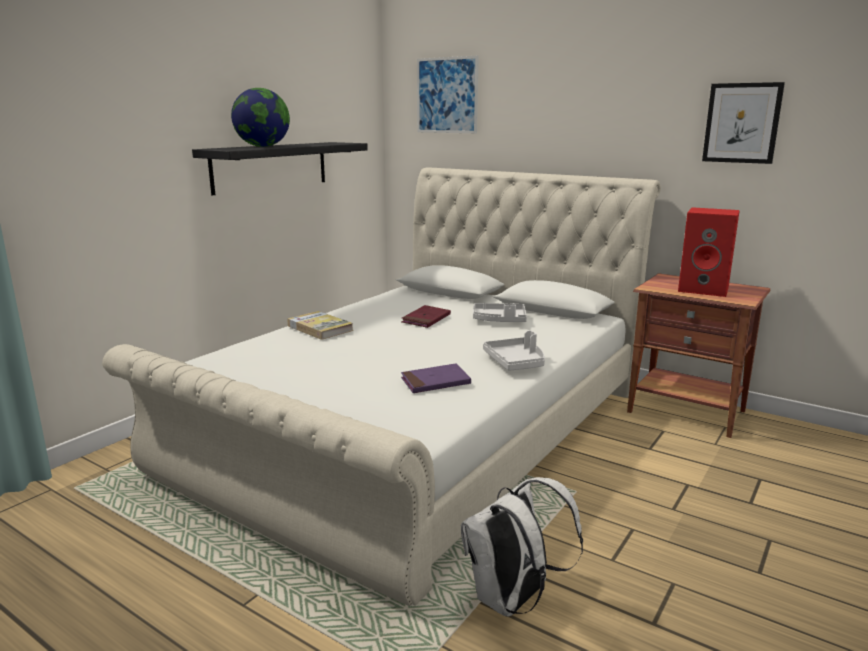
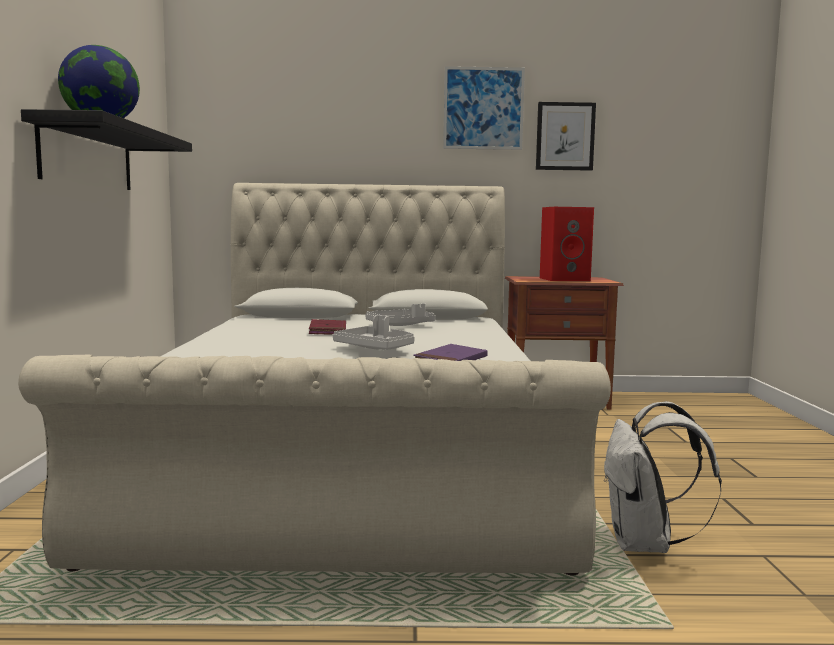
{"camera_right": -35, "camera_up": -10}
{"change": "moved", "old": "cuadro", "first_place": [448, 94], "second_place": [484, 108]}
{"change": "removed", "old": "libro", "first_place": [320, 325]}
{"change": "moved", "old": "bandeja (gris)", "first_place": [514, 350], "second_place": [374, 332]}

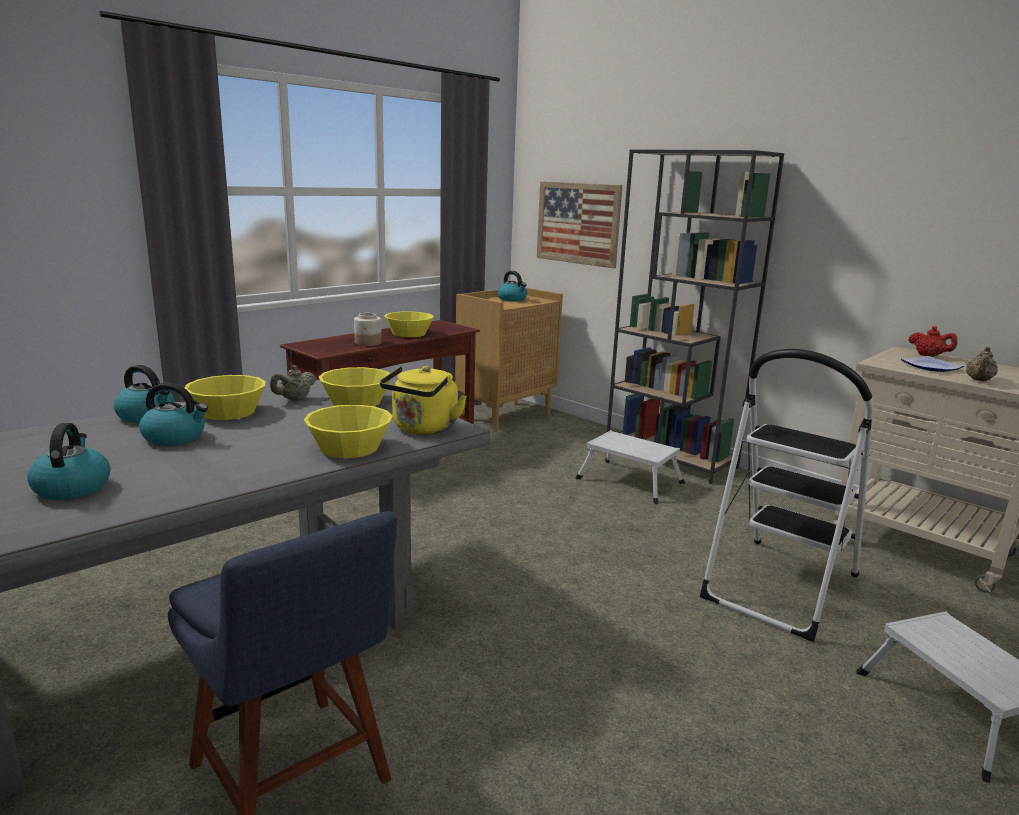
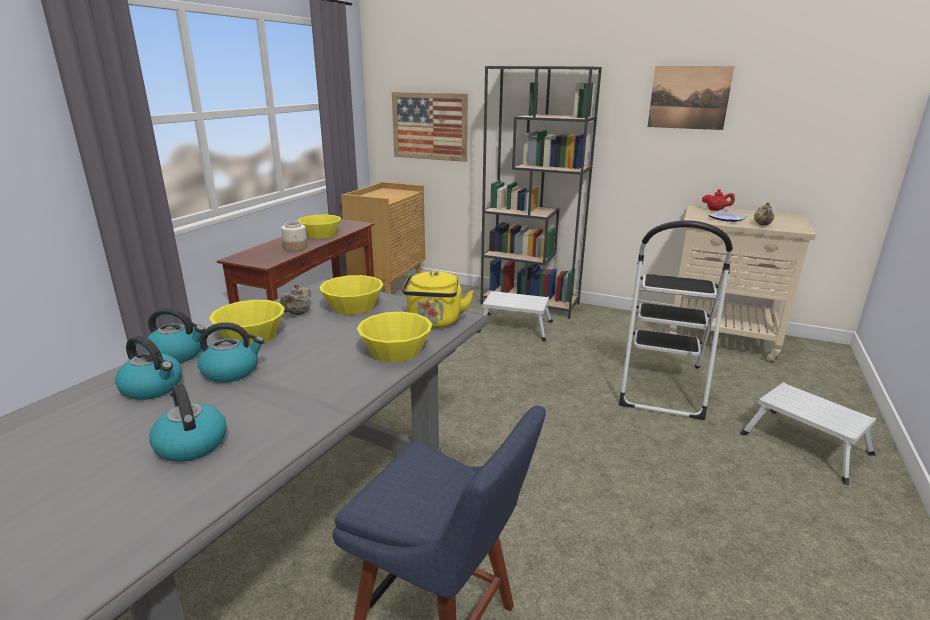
{"camera_right": -20, "camera_up": 5}
{"change": "moved", "old": "hervidor", "first_place": [512, 286], "second_place": [148, 368]}
{"change": "added", "new": "cuadro", "second_place": [691, 98]}

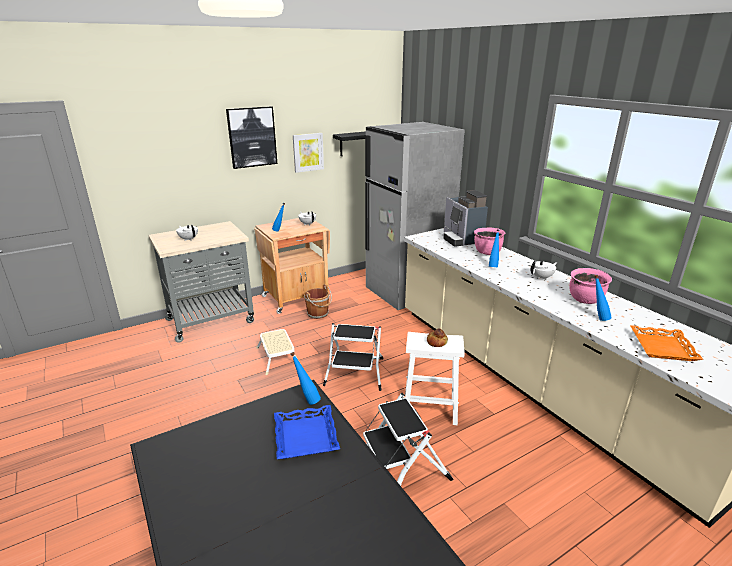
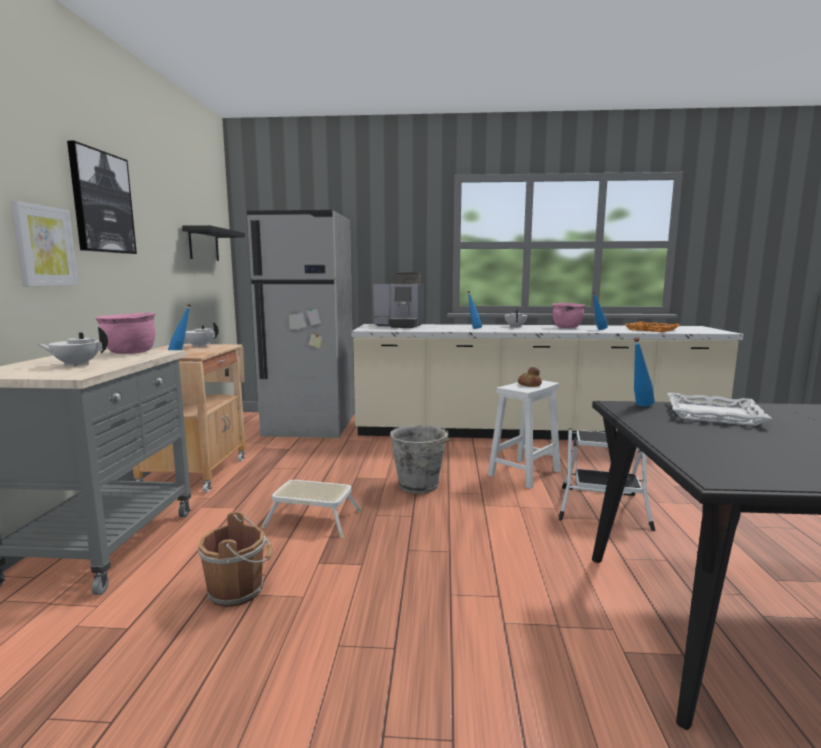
{"camera_right": -55, "camera_up": -15}
{"change": "moved", "old": "cuadro", "first_place": [308, 153], "second_place": [45, 243]}
{"change": "moved", "old": "olla (rosa)", "first_place": [489, 241], "second_place": [125, 333]}
{"change": "moved", "old": "cubo (marrón)", "first_place": [318, 301], "second_place": [235, 559]}
{"change": "replaced", "old": "escalera de tijera", "new": "cubo (gris)", "first_place": [353, 357], "second_place": [420, 459]}
{"change": "recoloured", "old": "bandeja (azul)", "new": "bandeja (blanco)", "first_place": [307, 432], "second_place": [719, 409]}

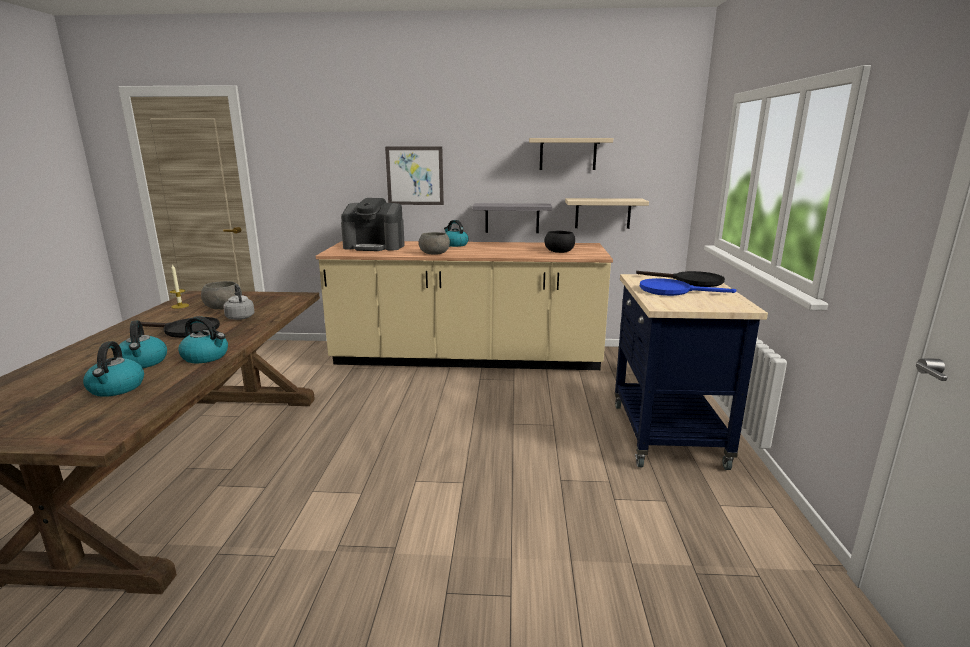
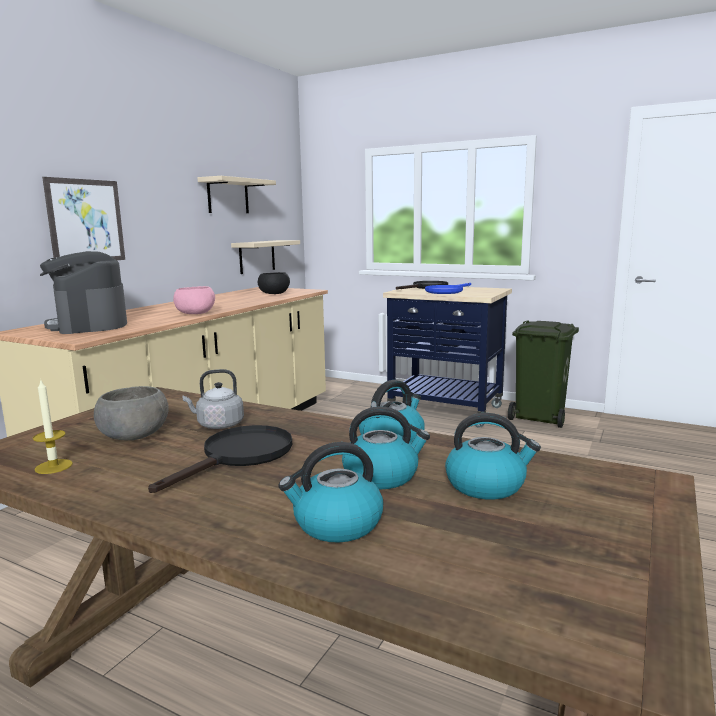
{"camera_right": -65, "camera_up": -5}
{"change": "turned", "old": "cafetera", "first_place": [373, 224], "second_place": [83, 292], "degrees": 120}
{"change": "removed", "old": "estante (gris)", "first_place": [512, 218]}
{"change": "moved", "old": "hervidor", "first_place": [456, 233], "second_place": [330, 492]}
{"change": "recoloured", "old": "cuenco (gris)", "new": "cuenco (rosa)", "first_place": [434, 243], "second_place": [194, 300]}
{"change": "added", "new": "papelera (verde)", "second_place": [543, 374]}

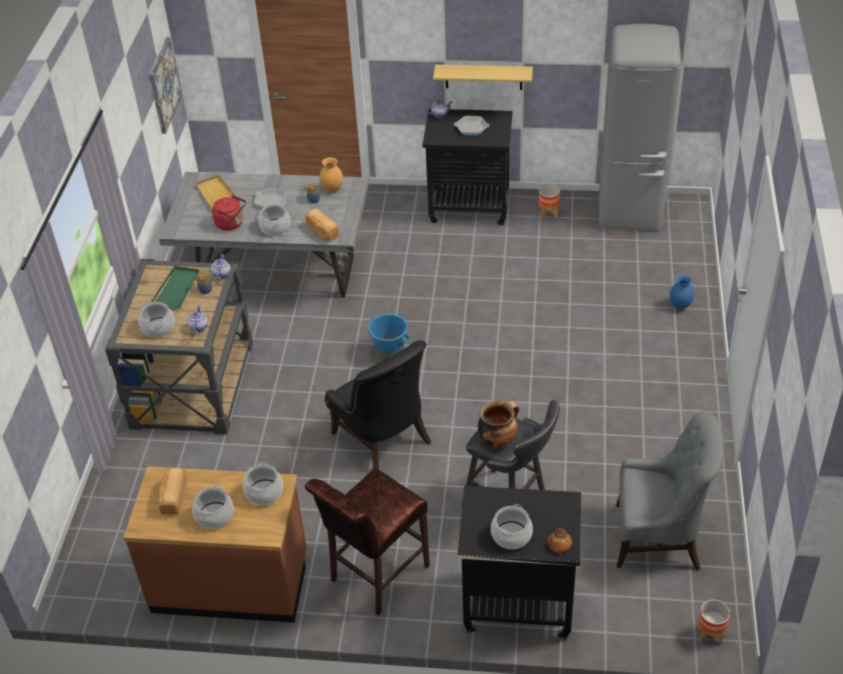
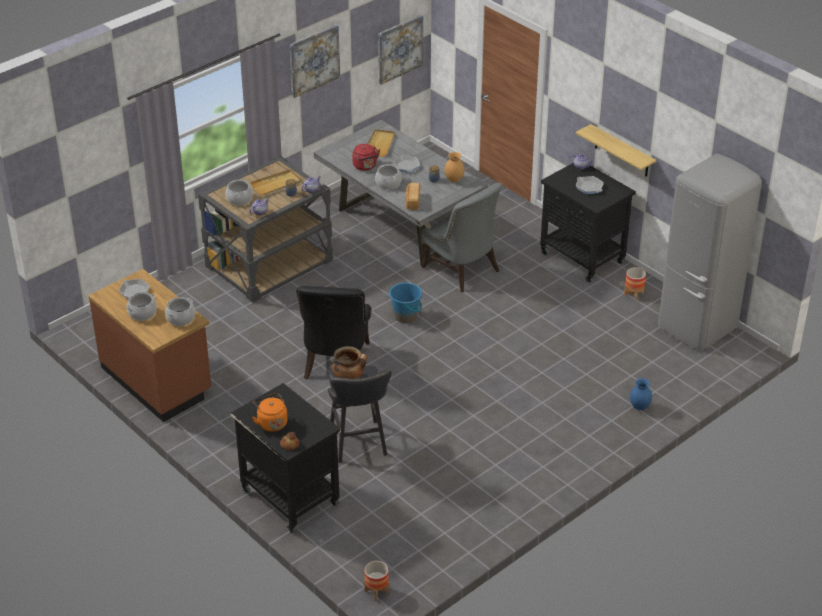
{"camera_right": 40, "camera_up": -5}
{"change": "recoloured", "old": "bandeja (verde)", "new": "bandeja (beis)", "first_place": [175, 288], "second_place": [275, 182]}
{"change": "moved", "old": "silla (gris)", "first_place": [670, 491], "second_place": [462, 237]}
{"change": "replaced", "old": "pan", "new": "sartén", "first_place": [172, 491], "second_place": [134, 289]}
{"change": "removed", "old": "taburete (marrón)", "first_place": [367, 541]}
{"change": "replaced", "old": "olla", "new": "hervidor (naranja)", "first_place": [512, 526], "second_place": [270, 412]}
{"change": "added", "new": "cuadro", "second_place": [314, 61]}

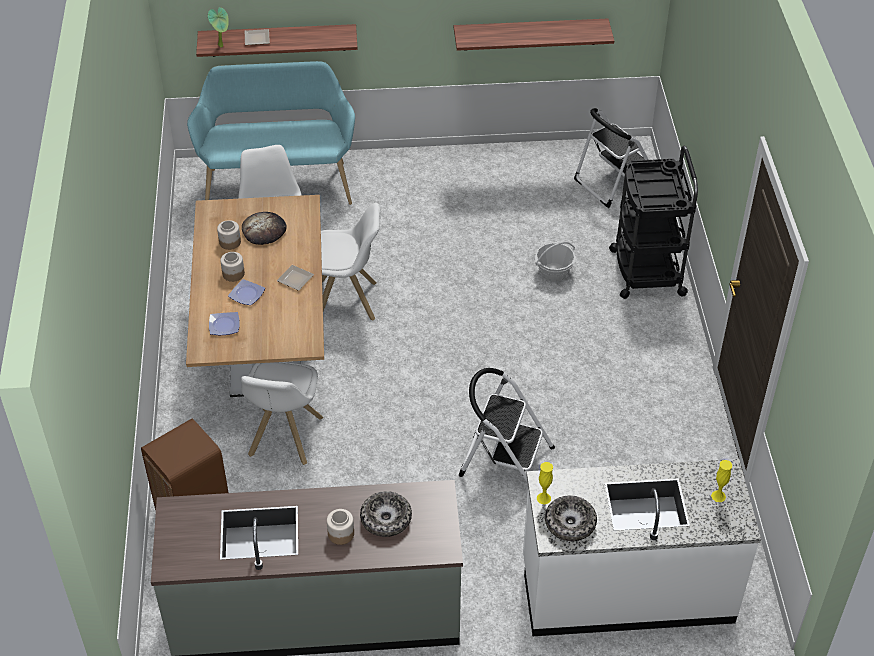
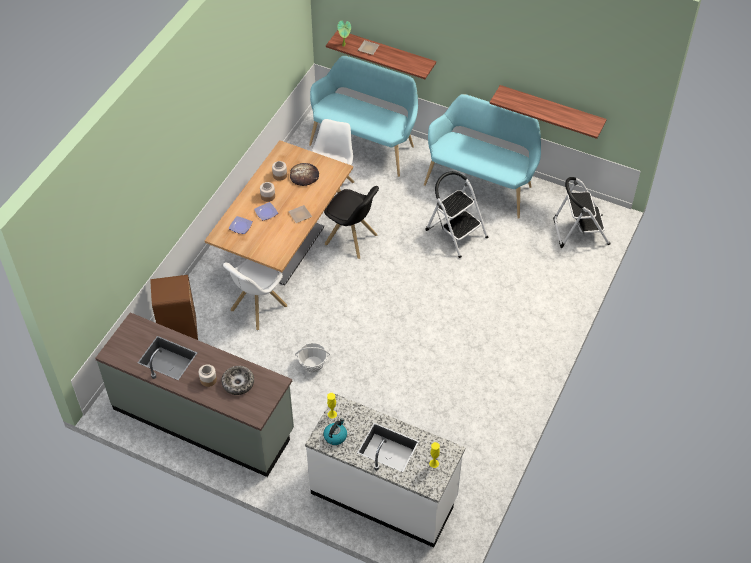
{"camera_right": 30, "camera_up": 5}
{"change": "removed", "old": "carrito (negro)", "first_place": [653, 222]}
{"change": "recoloured", "old": "silla (blanco)", "new": "silla (negro)", "first_place": [350, 262], "second_place": [351, 222]}
{"change": "moved", "old": "cesta", "first_place": [555, 262], "second_place": [312, 357]}
{"change": "moved", "old": "escalera de tijera", "first_place": [507, 426], "second_place": [457, 214]}
{"change": "replaced", "old": "cuenco", "new": "hervidor", "first_place": [571, 518], "second_place": [335, 431]}
{"change": "added", "new": "banco (turquesa)", "second_place": [482, 156]}

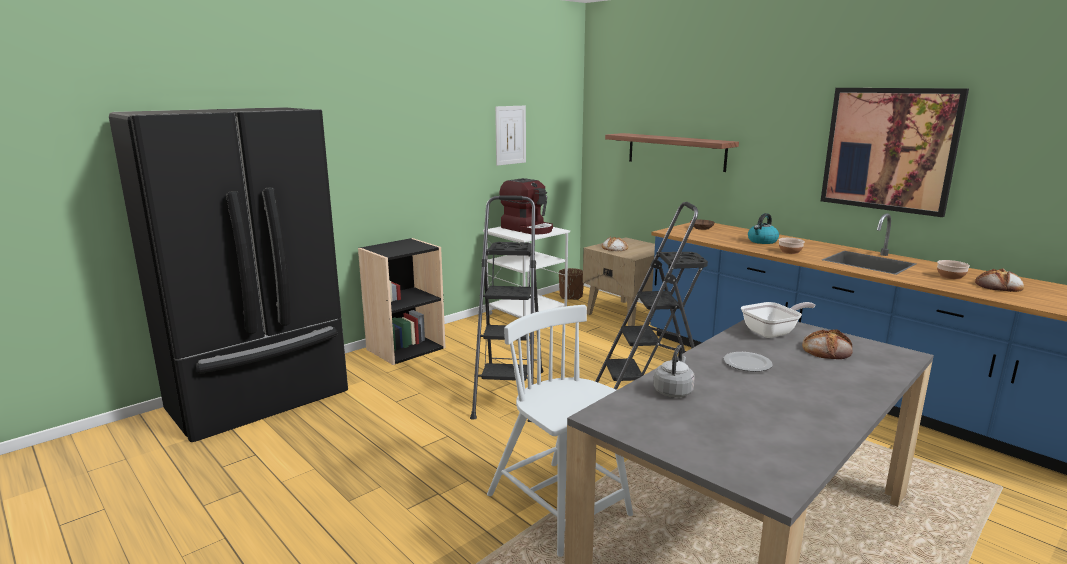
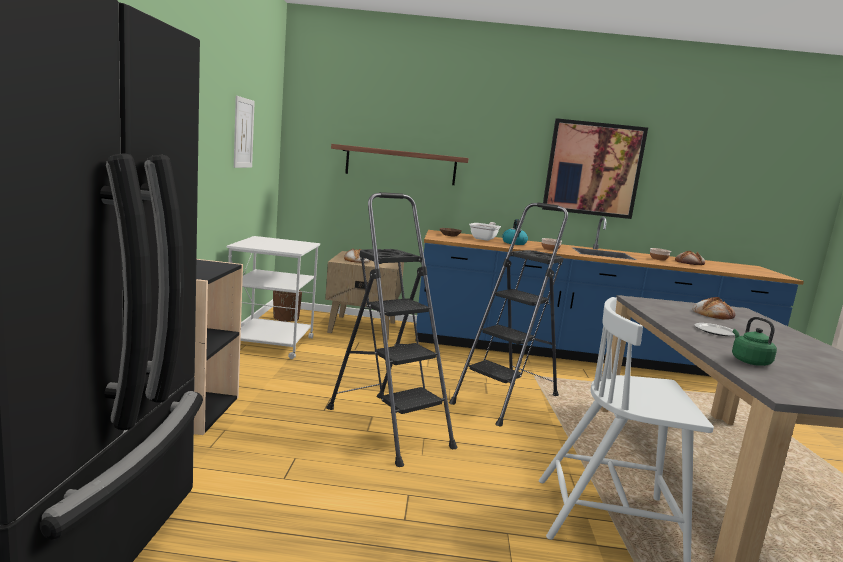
{"camera_right": -45, "camera_up": -5}
{"change": "removed", "old": "cafetera", "first_place": [526, 206]}
{"change": "moved", "old": "sartén", "first_place": [778, 320], "second_place": [485, 231]}
{"change": "recoloured", "old": "hervidor (gris)", "new": "hervidor (verde)", "first_place": [674, 371], "second_place": [754, 341]}

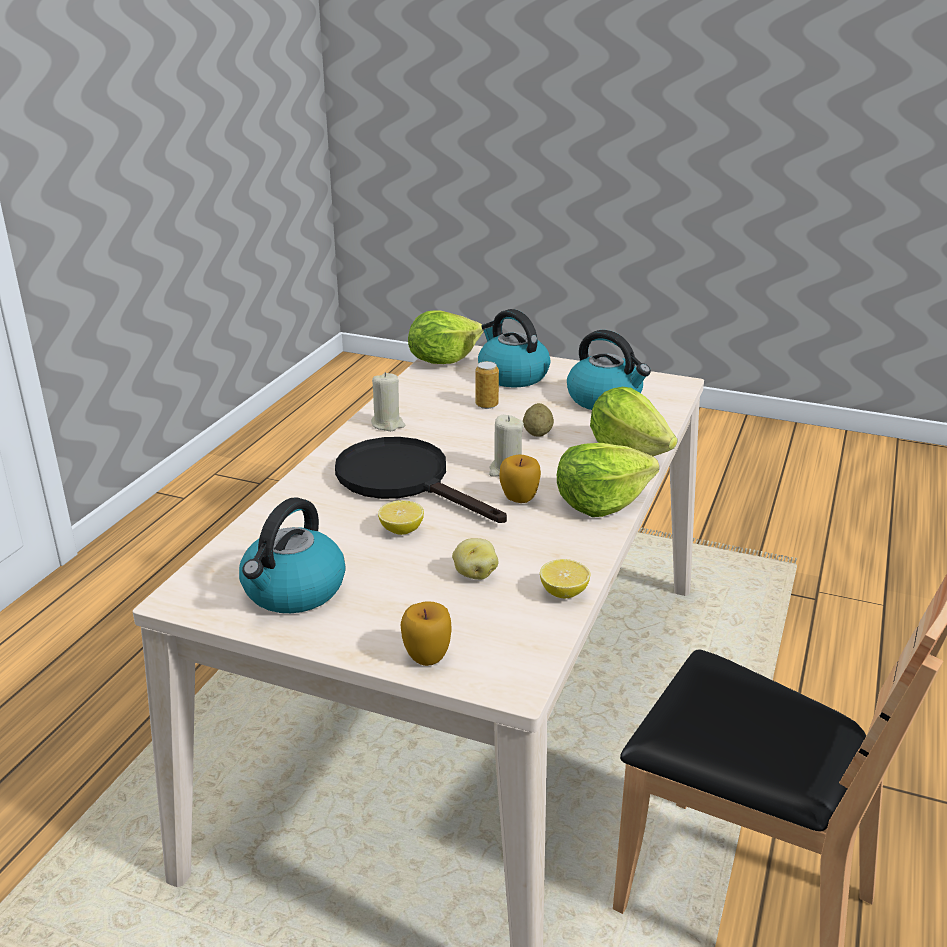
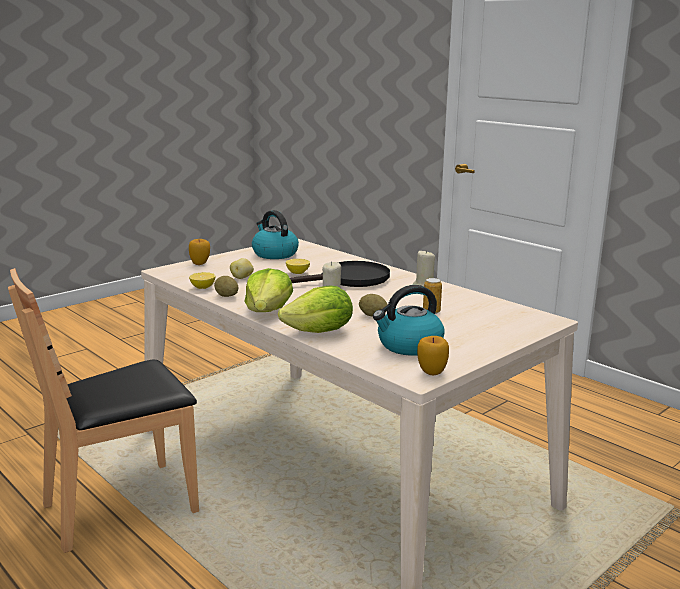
{"camera_right": 115, "camera_up": -10}
{"change": "removed", "old": "hervidor", "first_place": [514, 348]}
{"change": "removed", "old": "lechuga", "first_place": [445, 337]}
{"change": "moved", "old": "manzana", "first_place": [520, 478], "second_place": [433, 355]}
{"change": "added", "new": "patata", "second_place": [226, 286]}

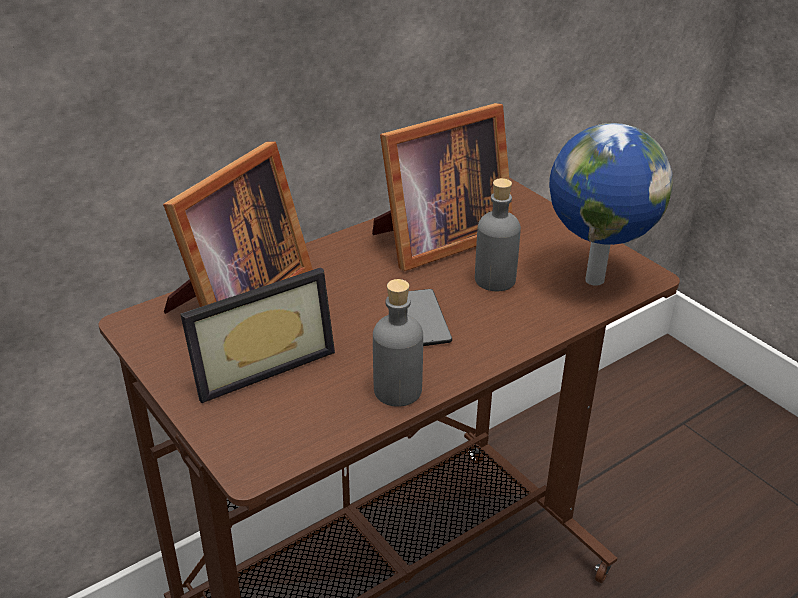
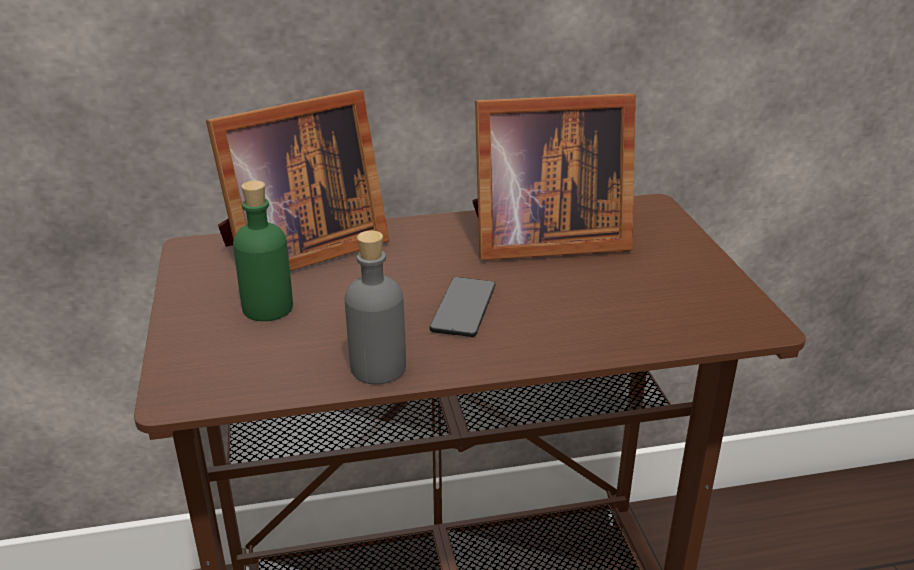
{"camera_right": 25, "camera_up": -5}
{"change": "removed", "old": "globo terráqueo", "first_place": [611, 204]}
{"change": "removed", "old": "botella (gris)", "first_place": [498, 234]}
{"change": "replaced", "old": "portarretratos", "new": "botella (verde)", "first_place": [257, 335], "second_place": [263, 251]}

